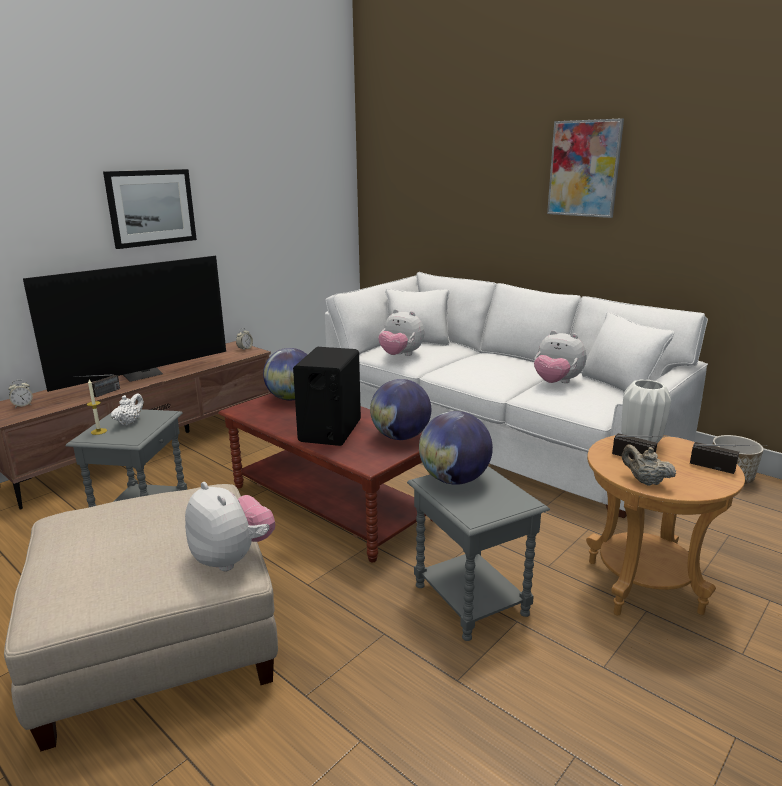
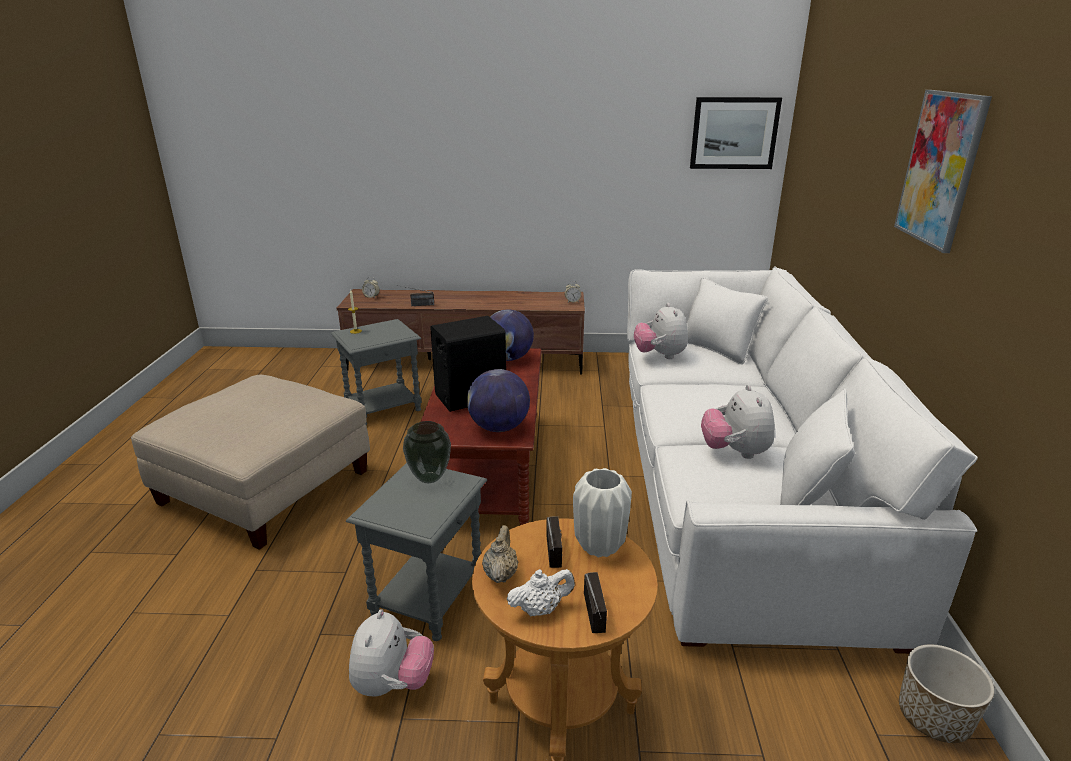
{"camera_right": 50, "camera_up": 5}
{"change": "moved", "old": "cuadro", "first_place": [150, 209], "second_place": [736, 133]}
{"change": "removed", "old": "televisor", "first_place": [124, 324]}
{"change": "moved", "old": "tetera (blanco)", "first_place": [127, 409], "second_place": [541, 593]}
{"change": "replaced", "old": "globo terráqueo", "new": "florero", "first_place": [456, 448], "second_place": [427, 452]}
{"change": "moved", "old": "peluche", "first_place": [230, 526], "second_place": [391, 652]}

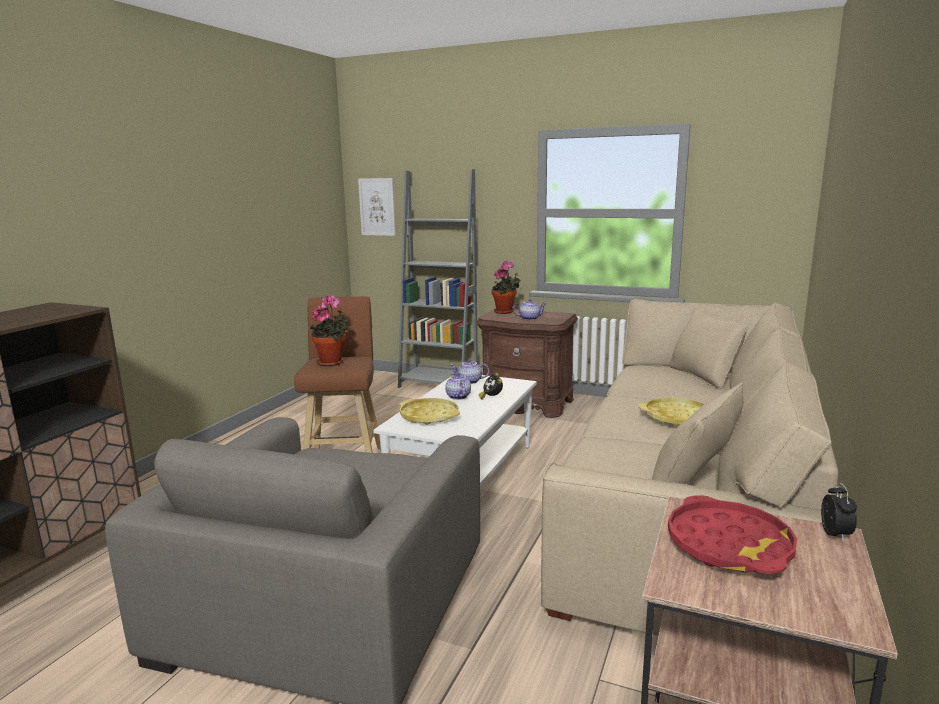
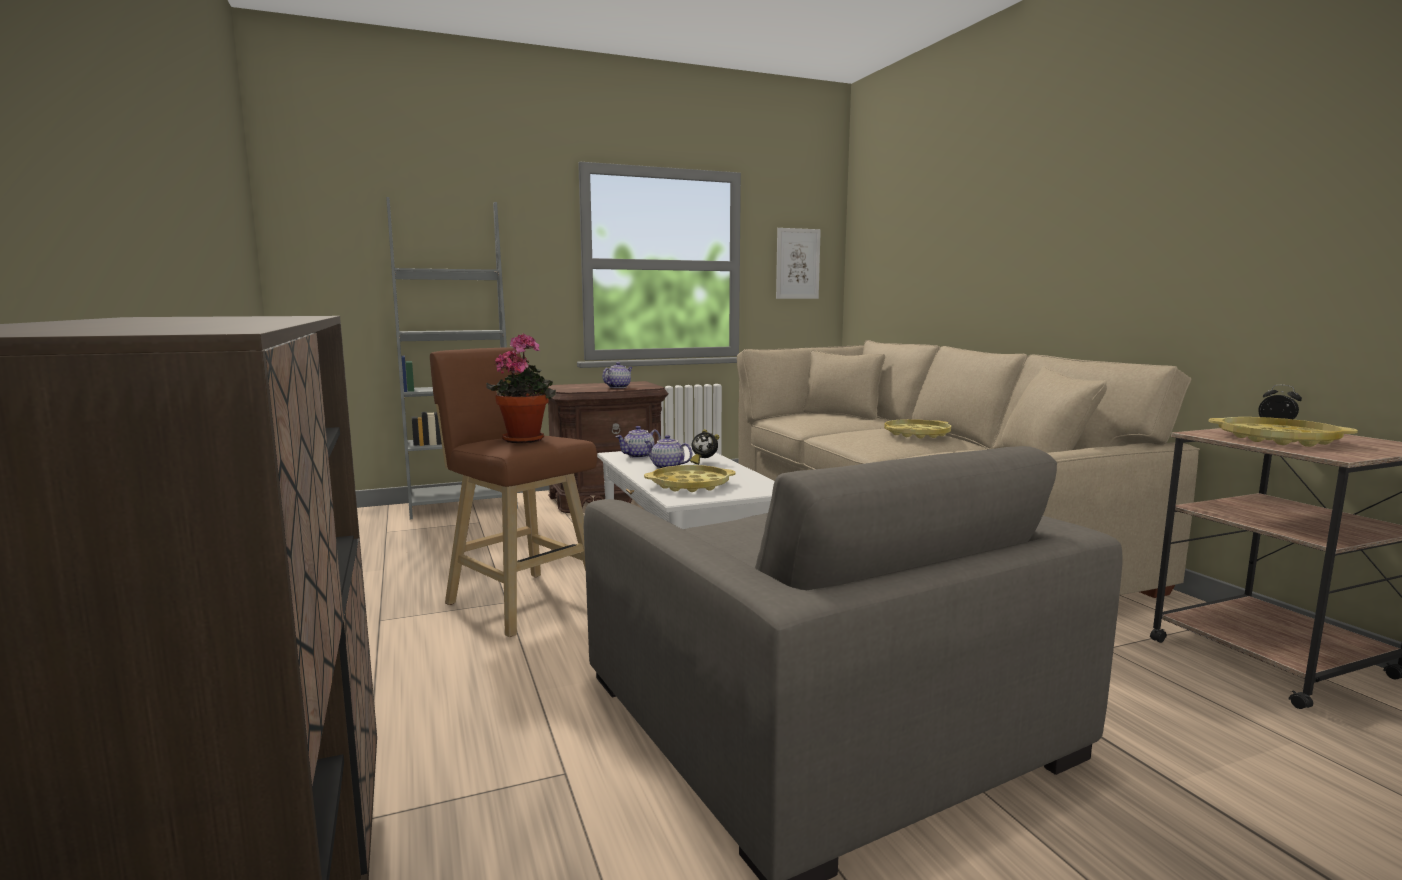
{"camera_right": -45, "camera_up": -5}
{"change": "moved", "old": "cuadro", "first_place": [377, 207], "second_place": [798, 263]}
{"change": "removed", "old": "planta en maceta", "first_place": [506, 287]}
{"change": "recoloured", "old": "bandeja (rojo)", "new": "bandeja (amarillo)", "first_place": [732, 534], "second_place": [1283, 432]}

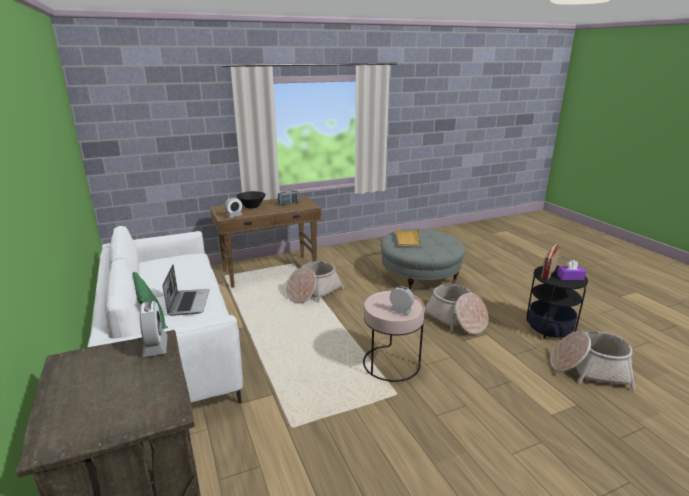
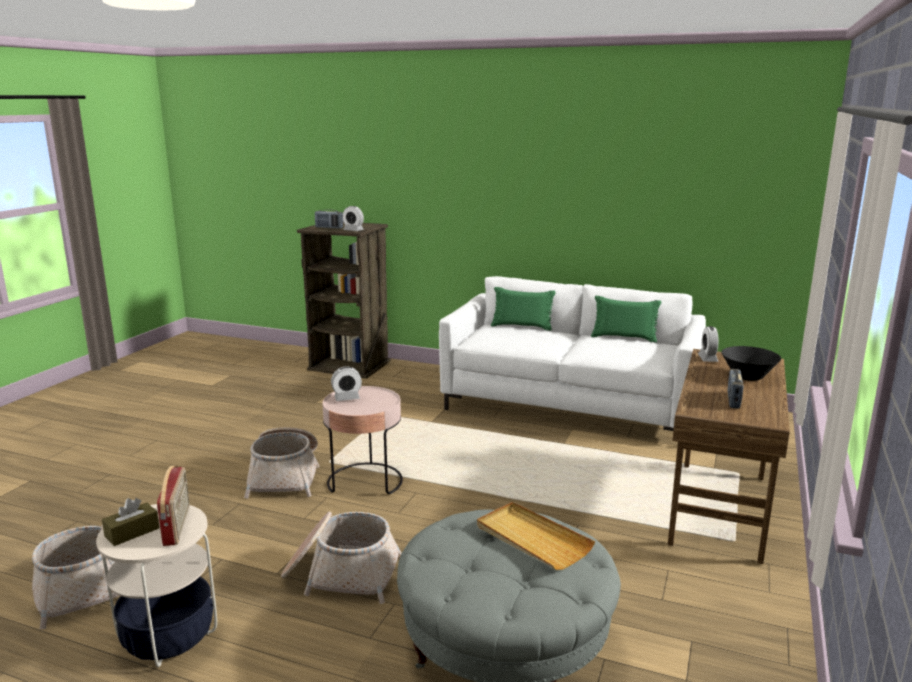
{"camera_right": 135, "camera_up": -5}
{"change": "recoloured", "old": "caja de pañuelos (morado)", "new": "caja de pañuelos (marrón)", "first_place": [571, 270], "second_place": [131, 522]}
{"change": "moved", "old": "cesta", "first_place": [315, 282], "second_place": [281, 463]}
{"change": "removed", "old": "portátil", "first_place": [185, 290]}
{"change": "recoloured", "old": "mesa auxiliar (negro)", "new": "mesa auxiliar (beis)", "first_place": [557, 302], "second_place": [156, 585]}
{"change": "added", "new": "radio", "second_place": [329, 219]}
{"change": "added", "new": "cojín (verde)", "second_place": [626, 319]}

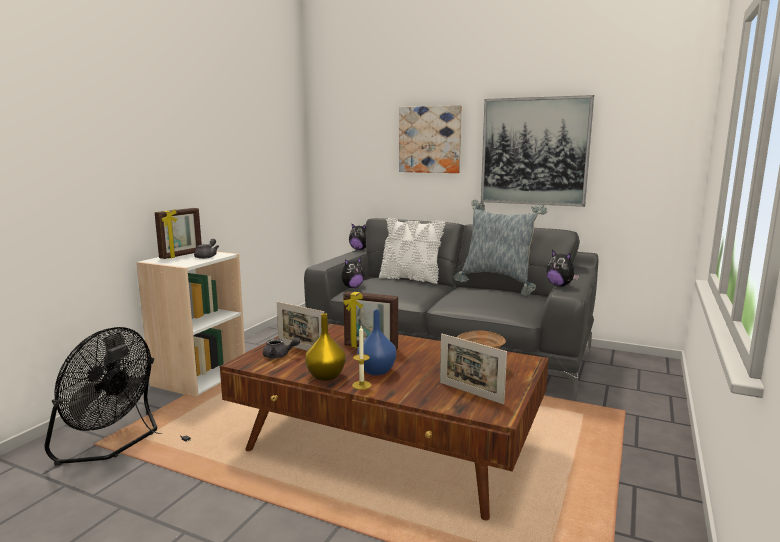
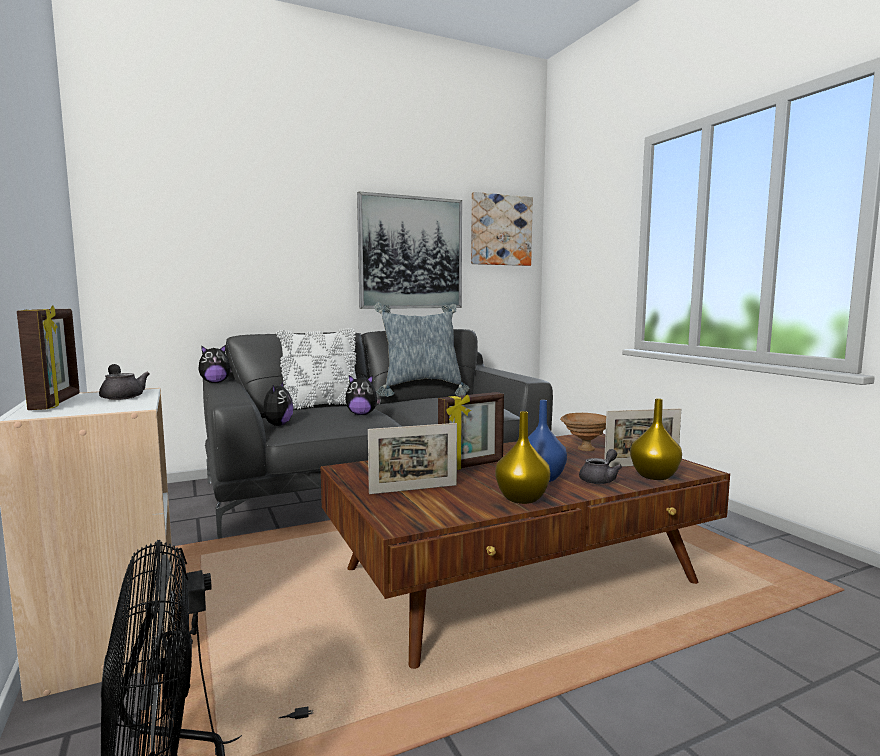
{"camera_right": -50, "camera_up": -5}
{"change": "moved", "old": "cuadro", "first_place": [430, 139], "second_place": [502, 229]}
{"change": "moved", "old": "peluche", "first_place": [562, 268], "second_place": [363, 395]}
{"change": "removed", "old": "vela", "first_place": [361, 358]}
{"change": "moved", "old": "tetera (gris)", "first_place": [281, 347], "second_place": [600, 466]}
{"change": "added", "new": "florero (amarillo)", "second_place": [656, 439]}

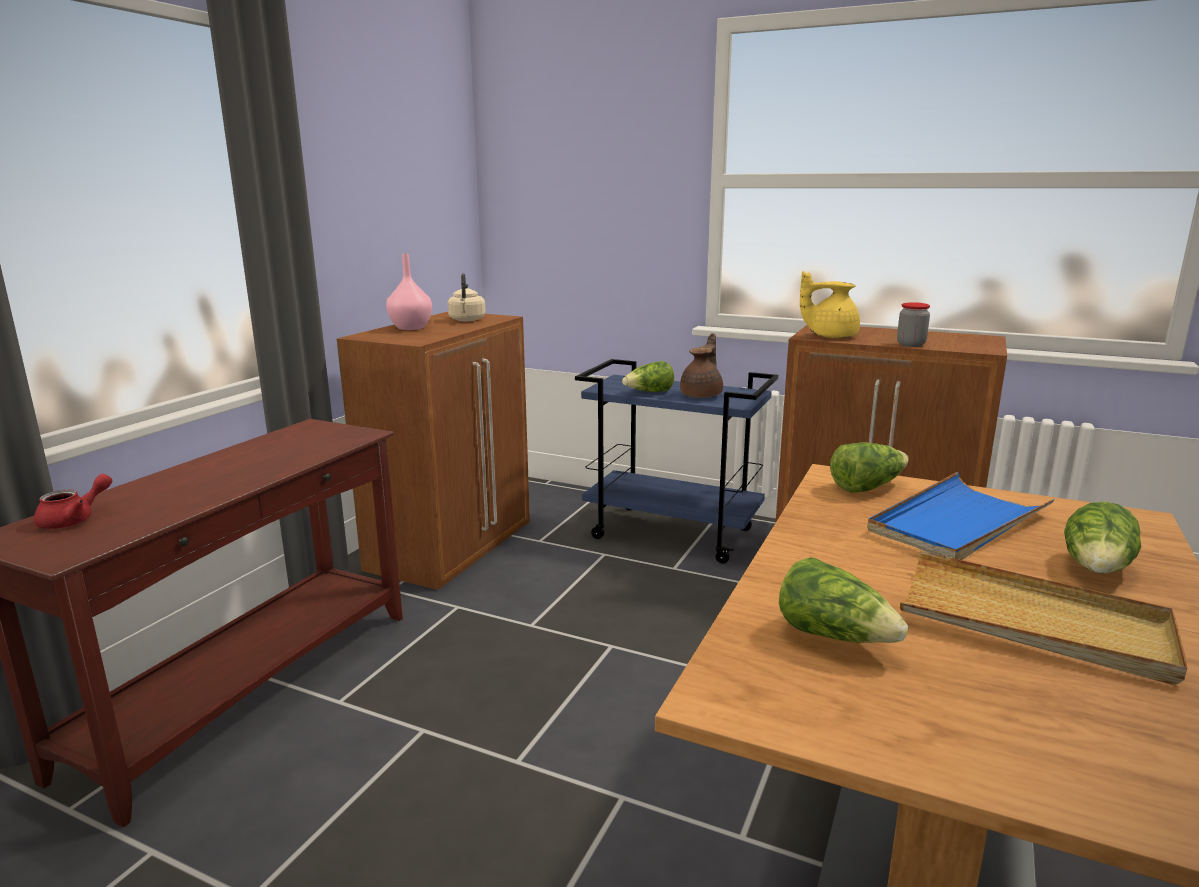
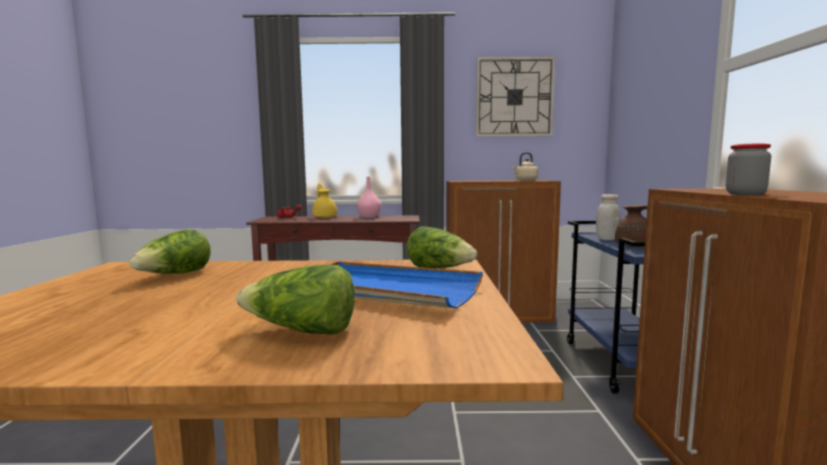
{"camera_right": 65, "camera_up": -10}
{"change": "moved", "old": "florero (rosa)", "first_place": [409, 292], "second_place": [369, 197]}
{"change": "moved", "old": "tetera (amarillo)", "first_place": [830, 304], "second_place": [324, 200]}
{"change": "replaced", "old": "lechuga", "new": "tarro (blanco)", "first_place": [648, 376], "second_place": [608, 217]}
{"change": "removed", "old": "bandeja (beis)", "first_place": [1043, 618]}
{"change": "added", "new": "reloj de pared", "second_place": [515, 96]}

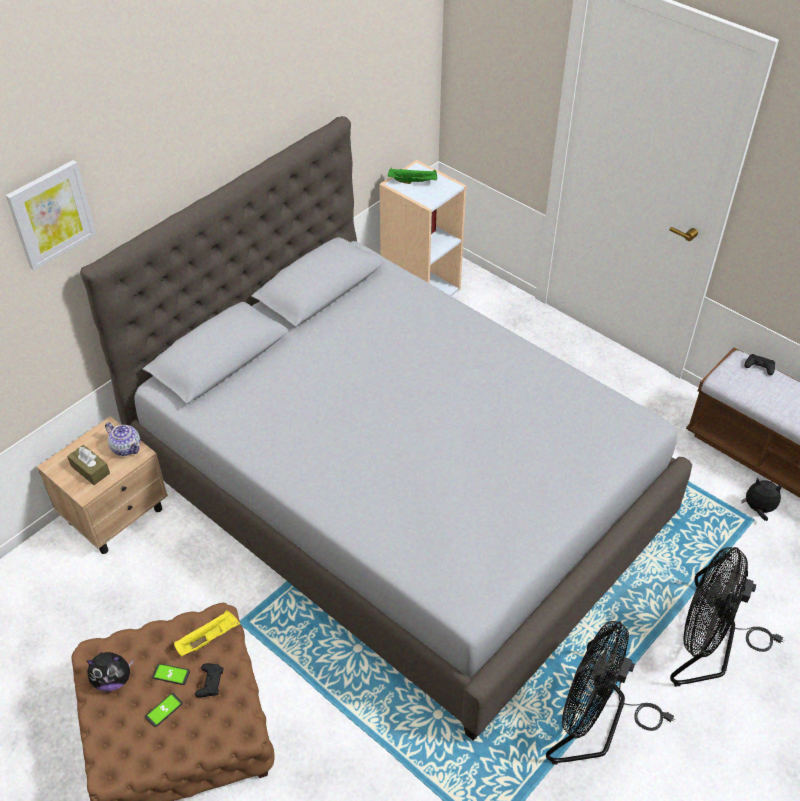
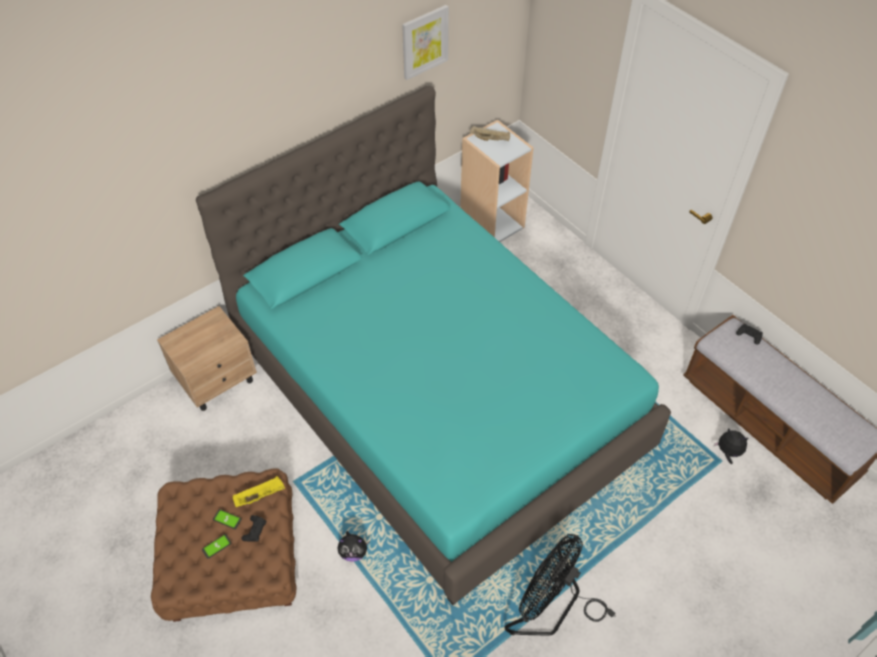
{"camera_right": 10, "camera_up": 5}
{"change": "recoloured", "old": "cama (gris)", "new": "cama (turquesa)", "first_place": [386, 428], "second_place": [433, 345]}
{"change": "moved", "old": "cuadro", "first_place": [51, 215], "second_place": [425, 42]}
{"change": "recoloured", "old": "bandeja (verde)", "new": "bandeja (beis)", "first_place": [412, 176], "second_place": [490, 133]}
{"change": "removed", "old": "tetera", "first_place": [122, 439]}
{"change": "removed", "old": "caja de pañuelos (marrón)", "first_place": [88, 465]}
{"change": "removed", "old": "ventilador (negro)", "first_place": [727, 617]}
{"change": "moved", "old": "peluche", "first_place": [110, 671], "second_place": [353, 546]}

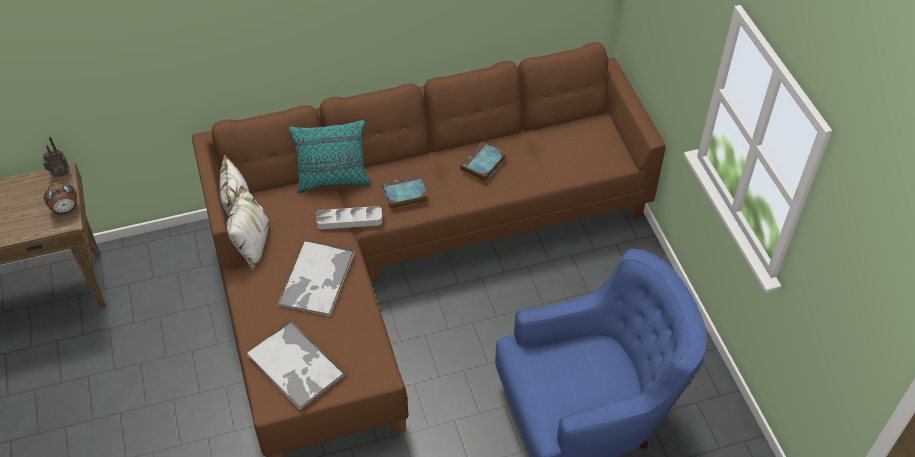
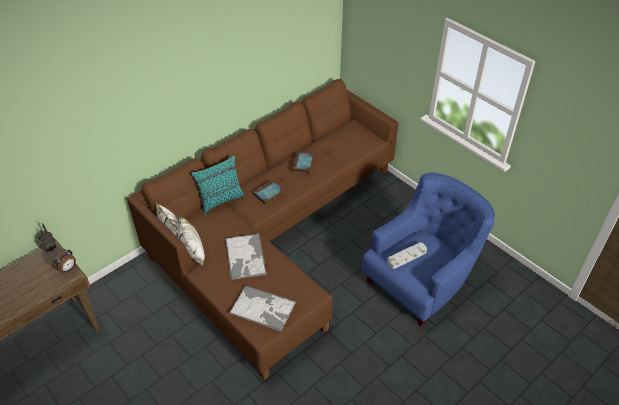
{"camera_right": -25, "camera_up": -5}
{"change": "moved", "old": "bandeja (gris)", "first_place": [349, 217], "second_place": [407, 255]}

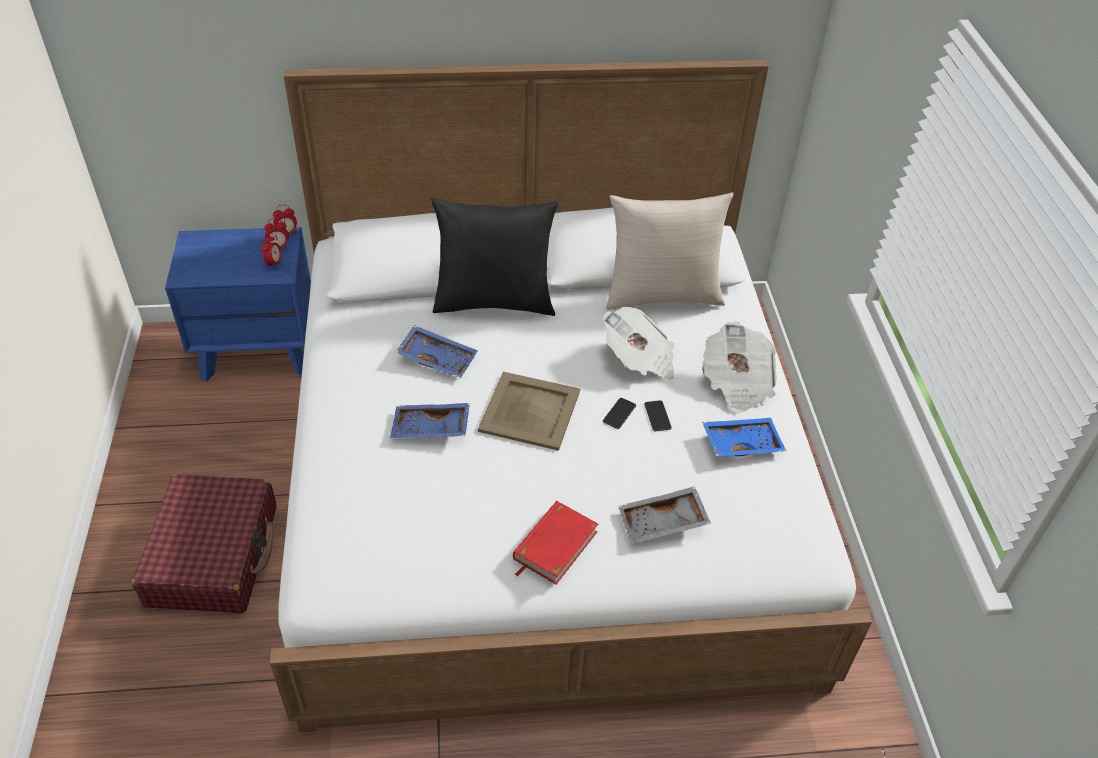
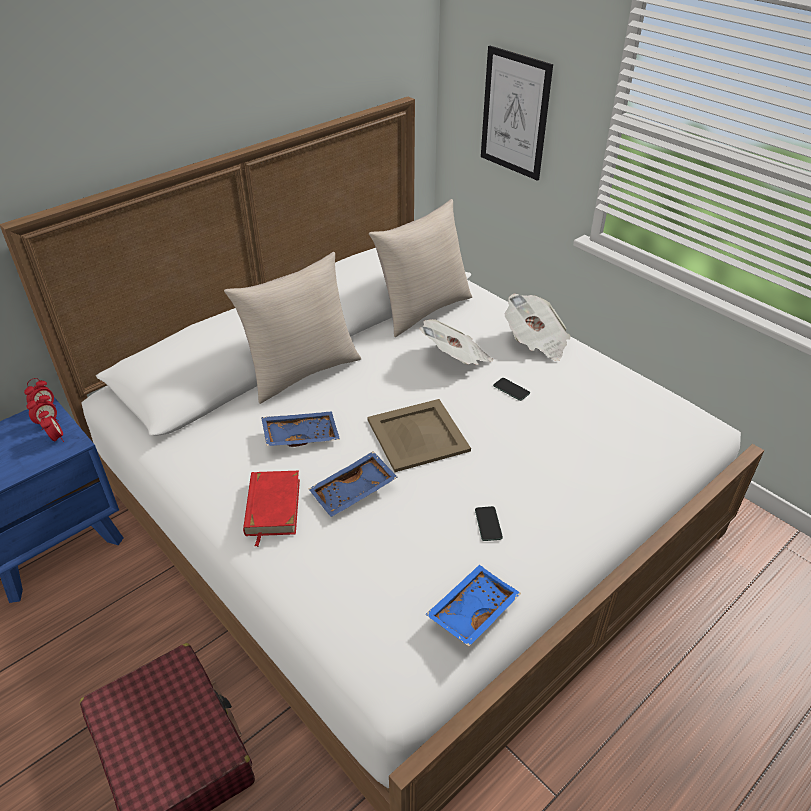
{"camera_right": -35, "camera_up": -5}
{"change": "recoloured", "old": "cojín (negro)", "new": "cojín (beis)", "first_place": [495, 256], "second_place": [292, 328]}
{"change": "moved", "old": "móvil", "first_place": [619, 413], "second_place": [489, 523]}
{"change": "moved", "old": "bandeja (azul)", "first_place": [744, 437], "second_place": [473, 606]}
{"change": "removed", "old": "bandeja (gris)", "first_place": [664, 515]}
{"change": "moved", "old": "libro (rojo)", "first_place": [555, 542], "second_place": [271, 509]}
{"change": "added", "new": "cuadro", "second_place": [517, 113]}

